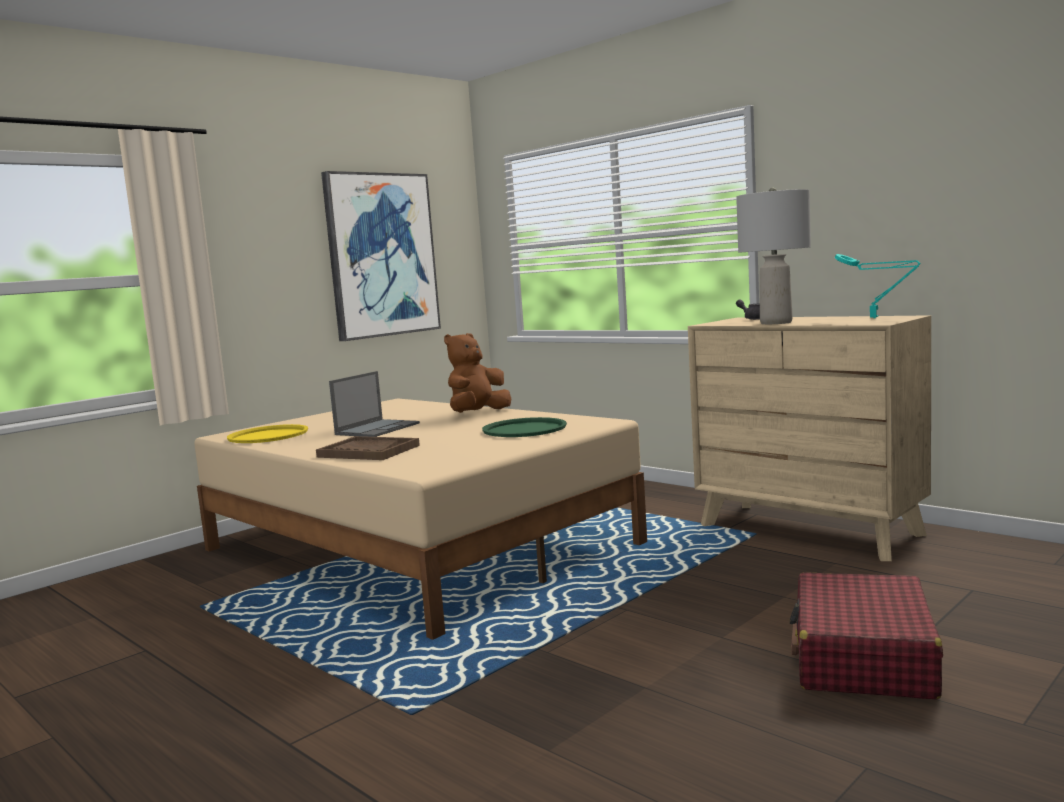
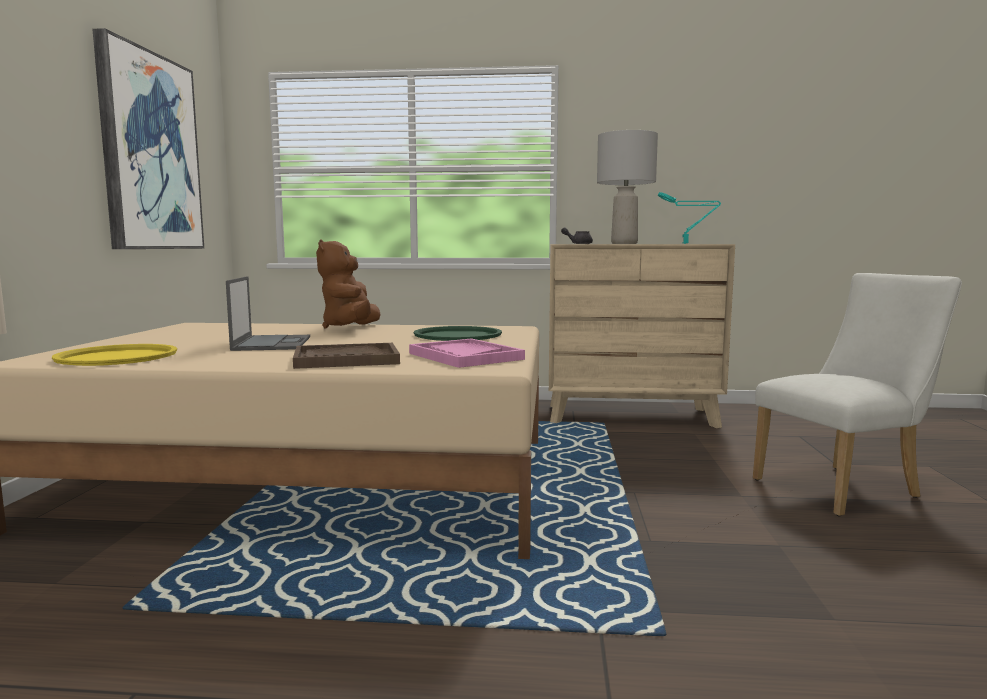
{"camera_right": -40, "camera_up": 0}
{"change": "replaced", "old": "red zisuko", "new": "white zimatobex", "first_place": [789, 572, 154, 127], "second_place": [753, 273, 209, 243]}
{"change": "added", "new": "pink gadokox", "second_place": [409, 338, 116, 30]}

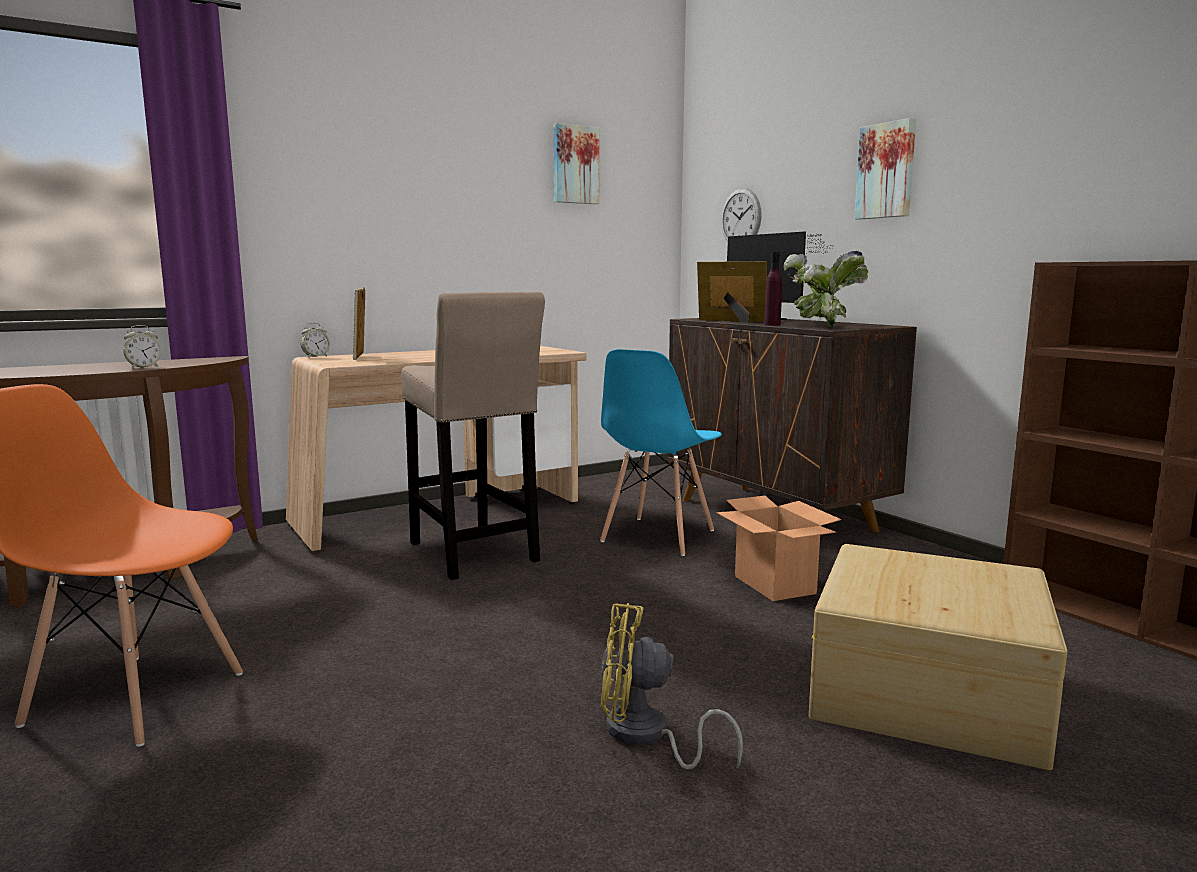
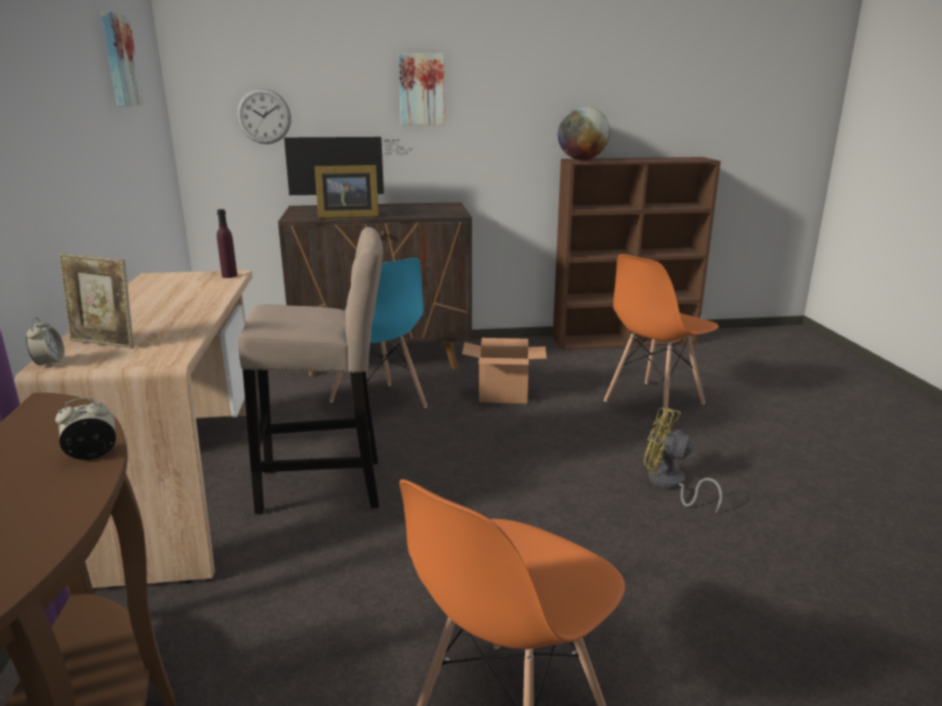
{"camera_right": -65, "camera_up": 10}
{"change": "removed", "old": "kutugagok", "first_place": [784, 251, 84, 76]}
{"change": "moved", "old": "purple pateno", "first_place": [764, 252, 18, 74], "second_place": [217, 209, 20, 69]}
{"change": "turned", "old": "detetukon", "first_place": [697, 261, 70, 61], "second_place": [315, 165, 64, 53], "degrees": -150}
{"change": "turned", "old": "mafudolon", "first_place": [124, 325, 38, 44], "second_place": [55, 398, 61, 62], "degrees": -105}
{"change": "replaced", "old": "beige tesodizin", "new": "orange zimatobex", "first_place": [809, 544, 259, 226], "second_place": [604, 254, 115, 160]}
{"change": "turned", "old": "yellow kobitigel", "first_place": [601, 603, 142, 167], "second_place": [644, 407, 78, 106], "degrees": 90}
{"change": "added", "new": "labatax", "second_place": [558, 106, 52, 54]}

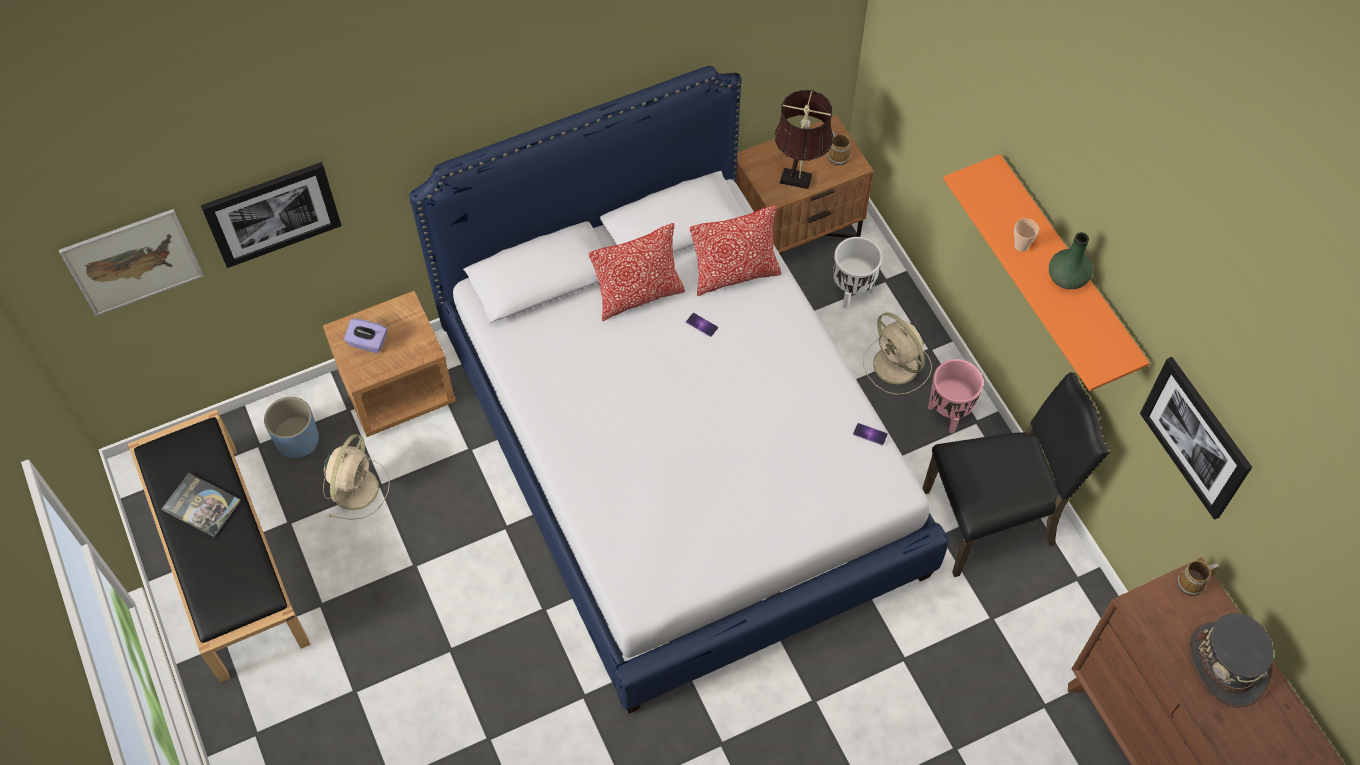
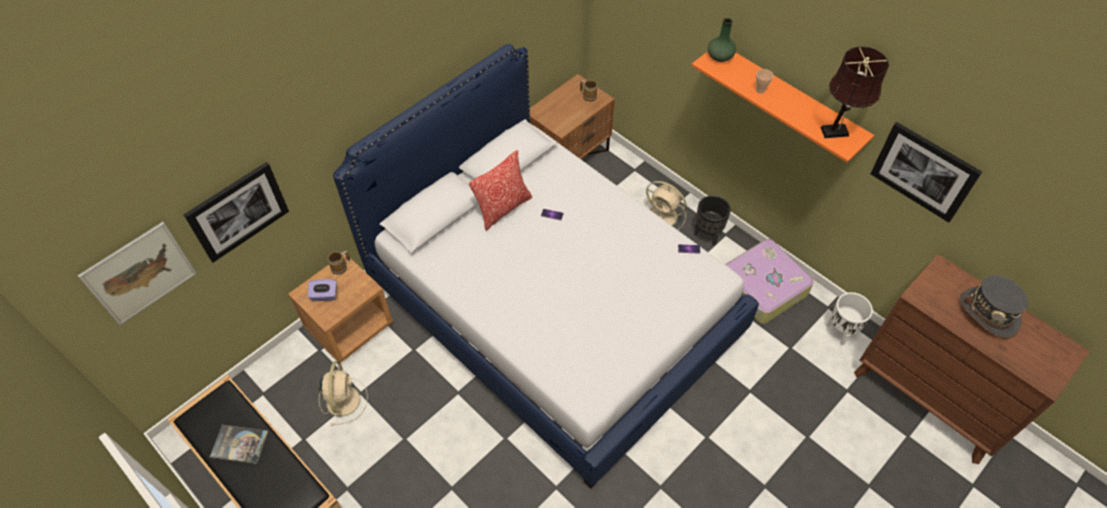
{"camera_right": -20, "camera_up": -5}
{"change": "moved", "old": "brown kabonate", "first_place": [775, 90, 58, 99], "second_place": [821, 46, 68, 92]}
{"change": "removed", "old": "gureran", "first_place": [690, 205, 92, 91]}
{"change": "moved", "old": "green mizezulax", "first_place": [1049, 232, 44, 58], "second_place": [708, 18, 28, 44]}
{"change": "moved", "old": "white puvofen", "first_place": [833, 237, 49, 72], "second_place": [826, 292, 47, 53]}
{"change": "recoloured", "old": "pink puvofen", "new": "black puvofen", "first_place": [928, 359, 55, 74], "second_place": [694, 196, 37, 50]}
{"change": "replaced", "old": "black zimatobex", "new": "zisuko", "first_place": [922, 372, 188, 205], "second_place": [725, 239, 89, 85]}
{"change": "removed", "old": "blue puvofen", "first_place": [264, 397, 55, 61]}
{"change": "moved", "old": "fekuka", "first_place": [1177, 560, 41, 36], "second_place": [328, 251, 22, 24]}

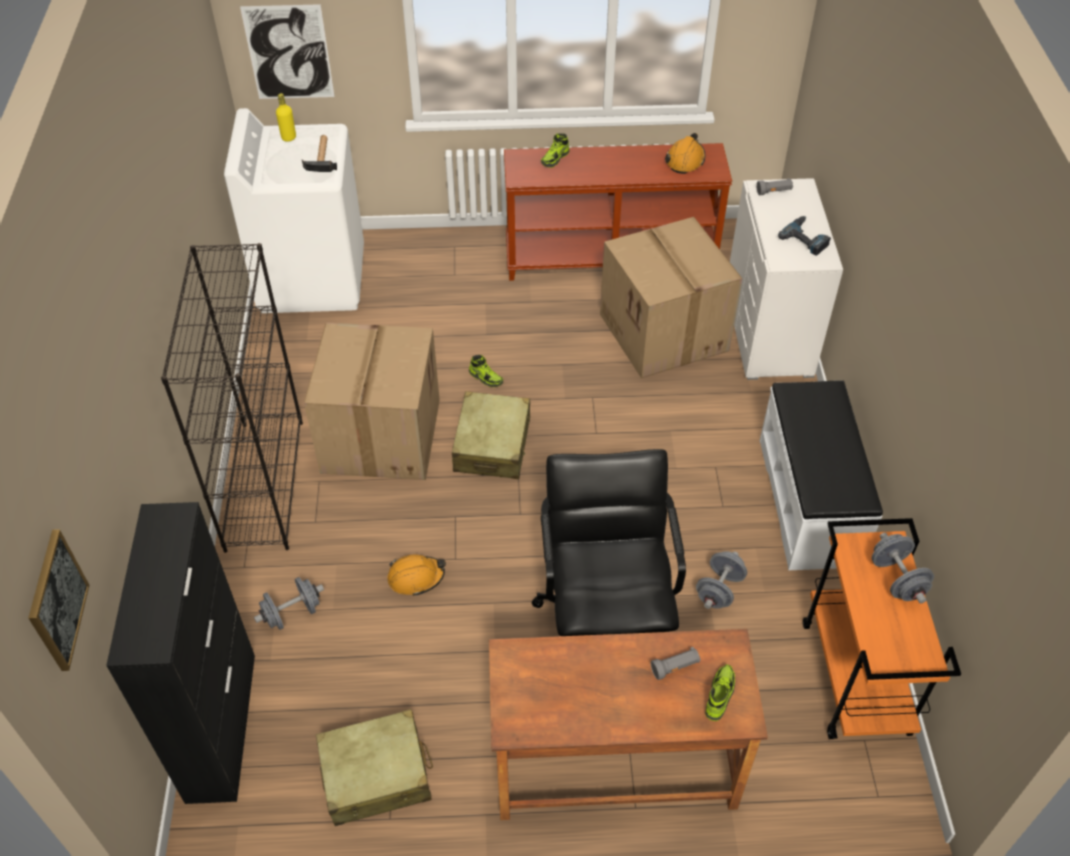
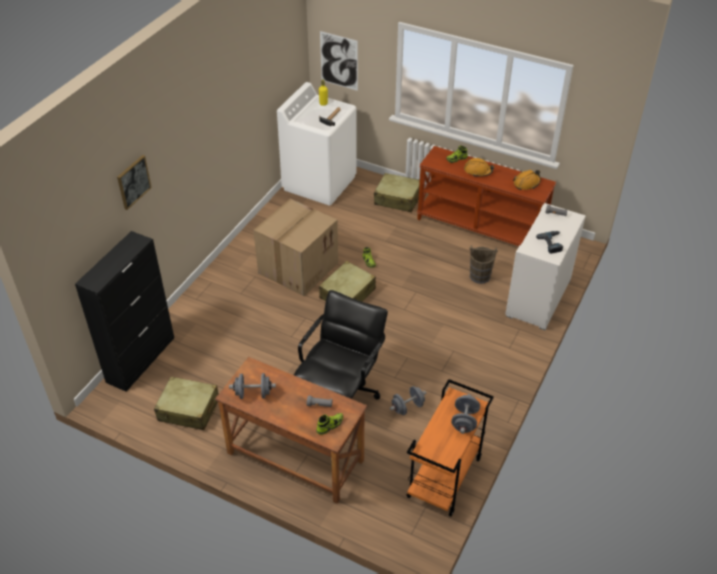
{"camera_right": 30, "camera_up": -5}
{"change": "replaced", "old": "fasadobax", "new": "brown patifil", "first_place": [600, 217, 142, 162], "second_place": [469, 245, 29, 39]}
{"change": "removed", "old": "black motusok", "first_place": [161, 243, 142, 310]}
{"change": "removed", "old": "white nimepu", "first_place": [760, 380, 123, 190]}
{"change": "moved", "old": "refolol", "first_place": [28, 529, 61, 142], "second_place": [117, 155, 35, 55]}
{"change": "moved", "old": "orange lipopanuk", "first_place": [387, 555, 59, 41], "second_place": [464, 158, 30, 19]}
{"change": "moved", "old": "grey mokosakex", "first_place": [254, 577, 70, 53], "second_place": [229, 373, 47, 26]}
{"change": "added", "new": "beige zisuko", "second_place": [374, 173, 46, 39]}

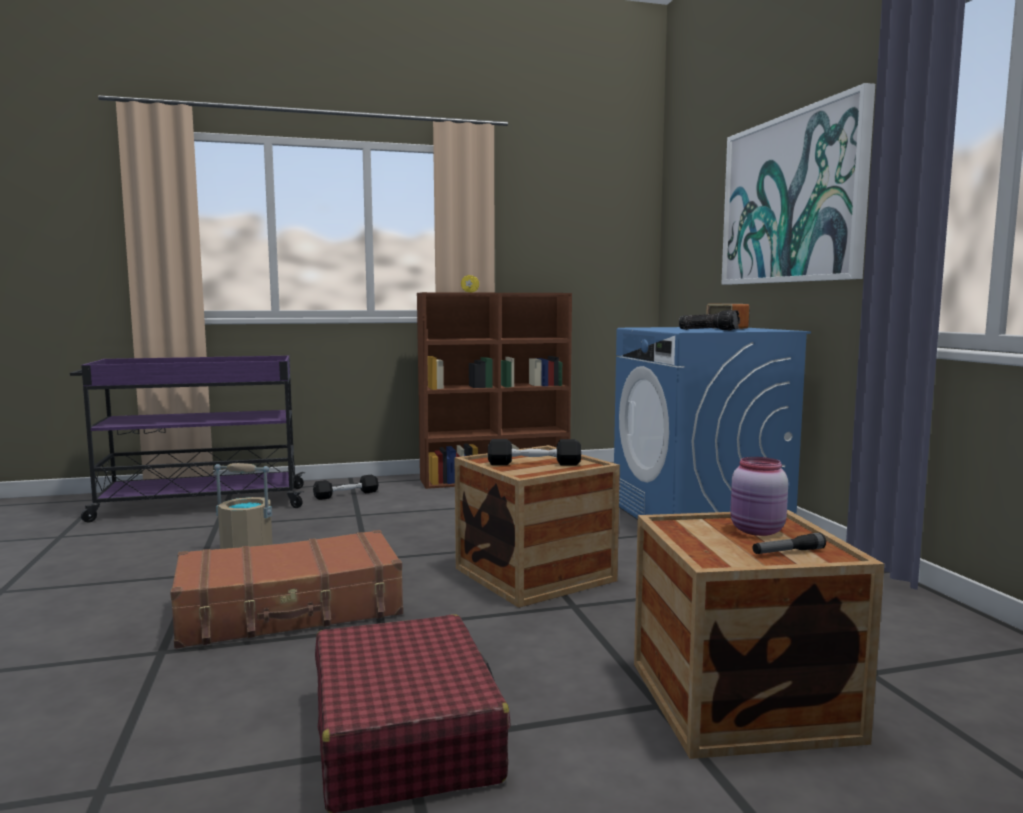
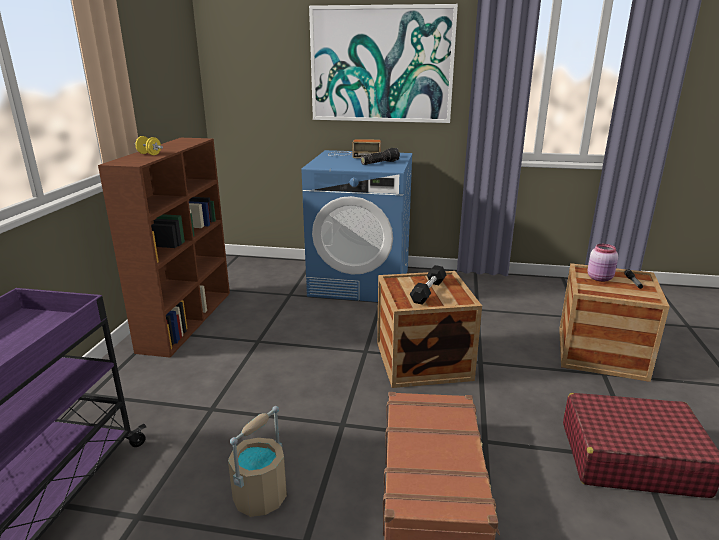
{"camera_right": -65, "camera_up": 15}
{"change": "removed", "old": "black mokosakex", "first_place": [313, 474, 66, 26]}

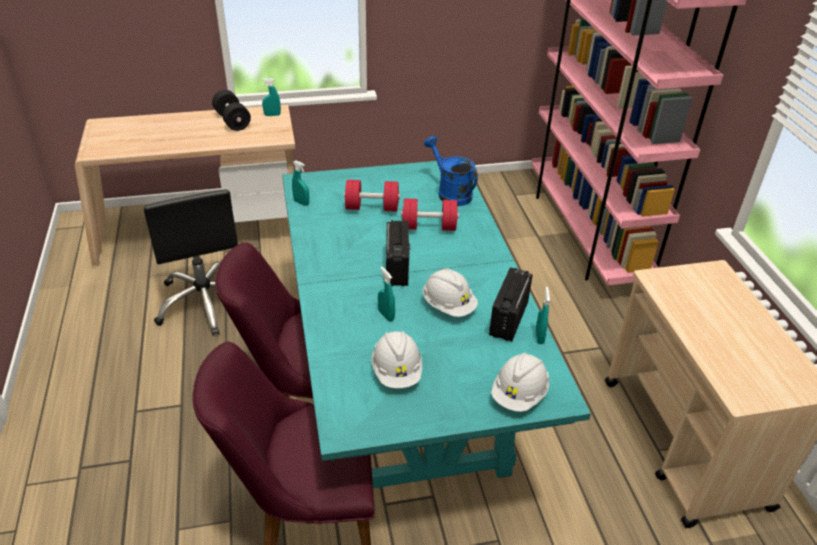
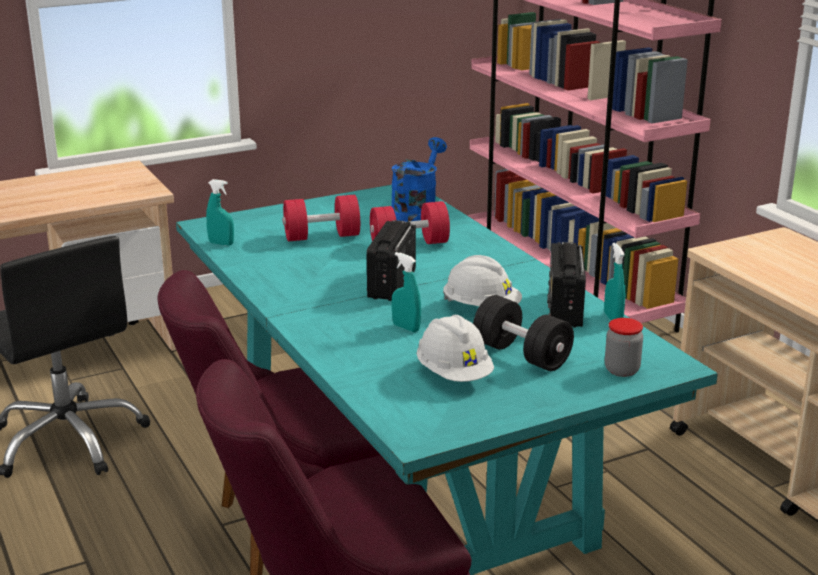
{"camera_right": -15, "camera_up": -15}
{"change": "removed", "old": "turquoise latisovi", "first_place": [262, 78, 19, 38]}
{"change": "moved", "old": "black mokosakex", "first_place": [212, 90, 39, 41], "second_place": [473, 295, 101, 76]}
{"change": "turned", "old": "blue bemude", "first_place": [424, 136, 54, 70], "second_place": [391, 137, 56, 85], "degrees": 75}
{"change": "turned", "old": "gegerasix", "first_place": [386, 220, 24, 66], "second_place": [367, 220, 49, 81], "degrees": -150}
{"change": "replaced", "old": "white lipopanuk", "new": "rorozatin", "first_place": [491, 353, 59, 59], "second_place": [605, 318, 38, 59]}

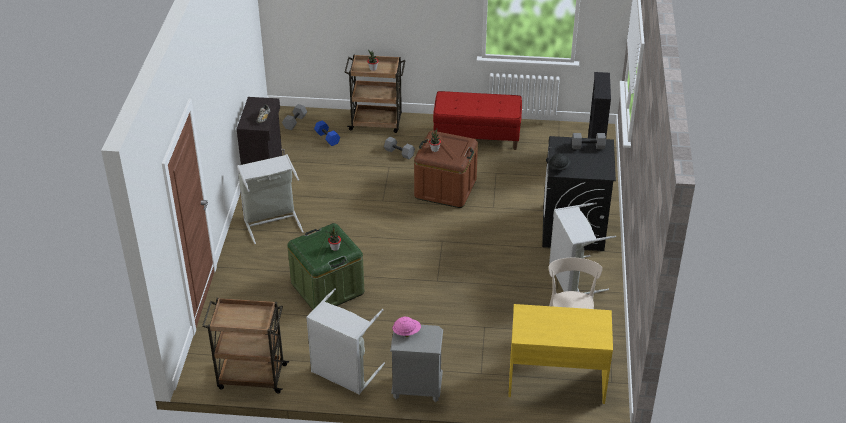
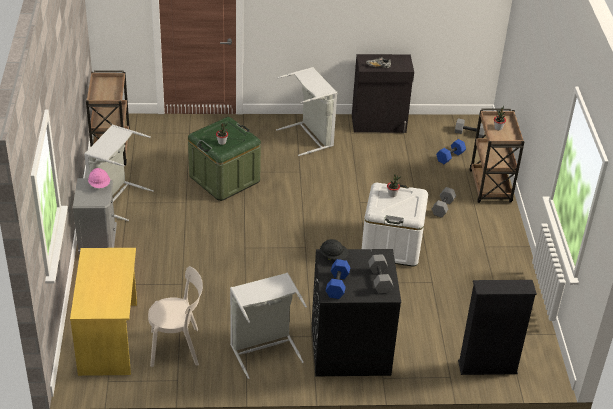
{"camera_right": 80, "camera_up": 0}
{"change": "removed", "old": "red nimepu", "first_place": [433, 91, 89, 59]}
{"change": "recoloured", "old": "brown tesodizin", "new": "white tesodizin", "first_place": [414, 131, 64, 77], "second_place": [362, 183, 66, 83]}
{"change": "added", "new": "blue mokosakex", "second_place": [325, 259, 26, 40]}

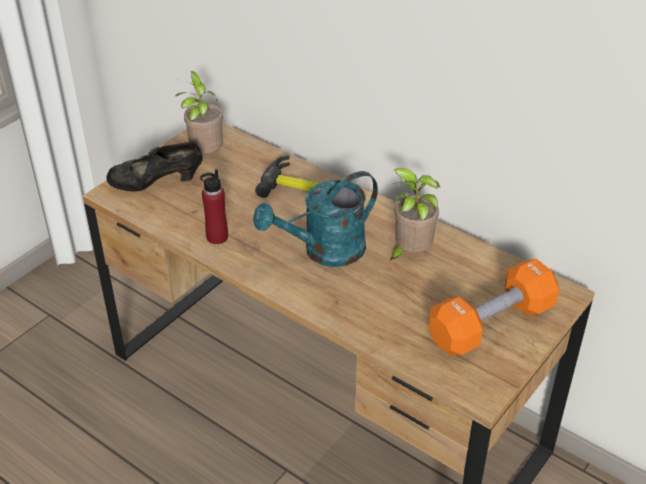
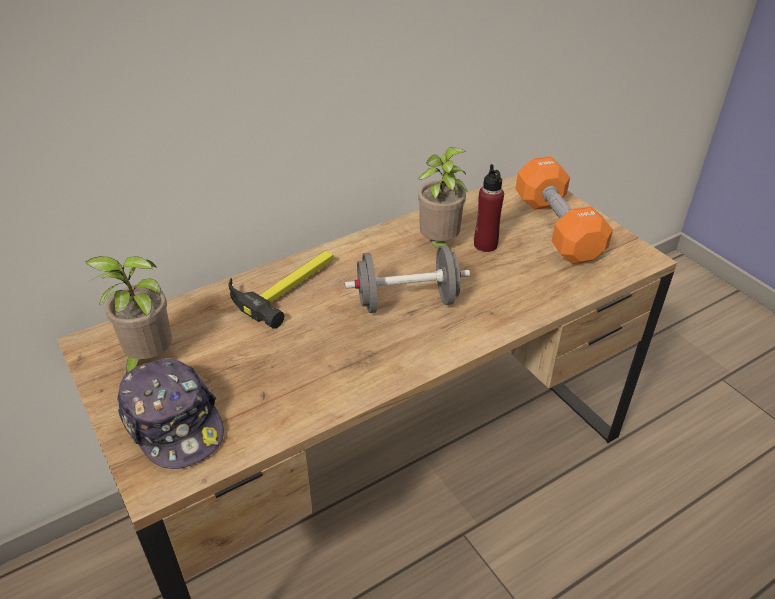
{"camera_right": -70, "camera_up": 0}
{"change": "replaced", "old": "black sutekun", "new": "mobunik", "first_place": [107, 142, 96, 49], "second_place": [118, 358, 106, 111]}
{"change": "moved", "old": "red pateno", "first_place": [200, 169, 28, 75], "second_place": [474, 164, 30, 88]}
{"change": "replaced", "old": "turquoise bemude", "new": "grey mokosakex", "first_place": [253, 171, 125, 96], "second_place": [345, 245, 125, 68]}

